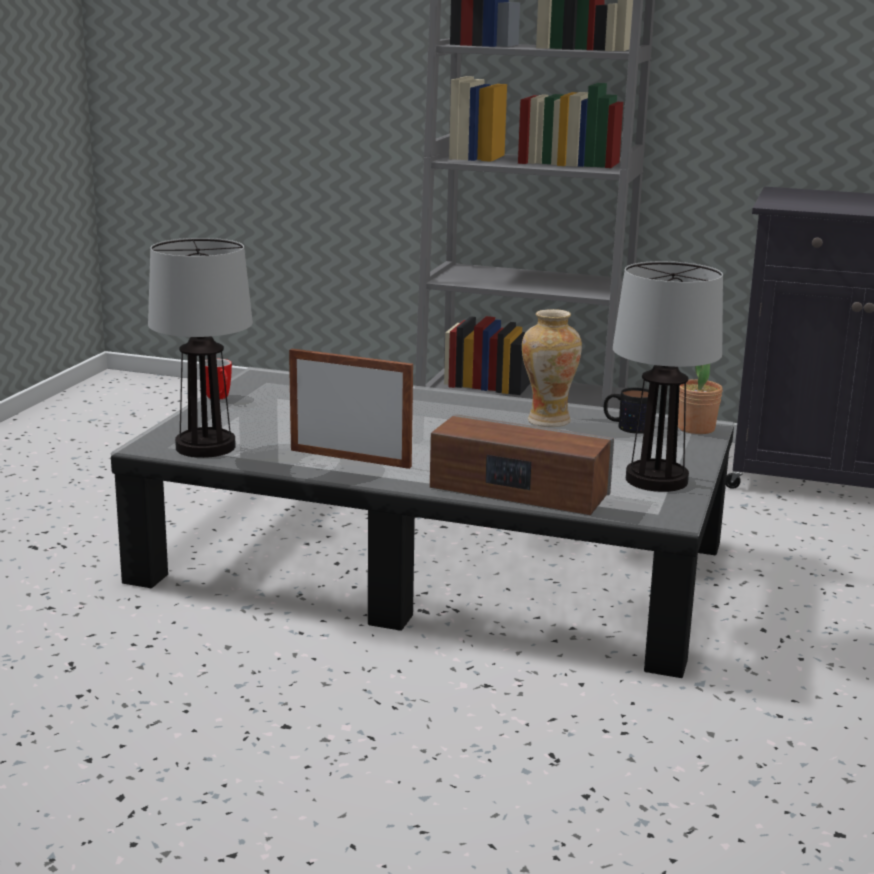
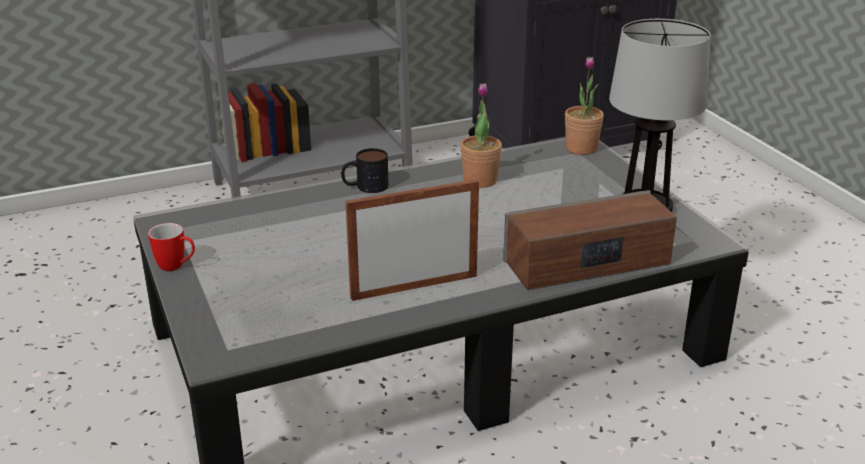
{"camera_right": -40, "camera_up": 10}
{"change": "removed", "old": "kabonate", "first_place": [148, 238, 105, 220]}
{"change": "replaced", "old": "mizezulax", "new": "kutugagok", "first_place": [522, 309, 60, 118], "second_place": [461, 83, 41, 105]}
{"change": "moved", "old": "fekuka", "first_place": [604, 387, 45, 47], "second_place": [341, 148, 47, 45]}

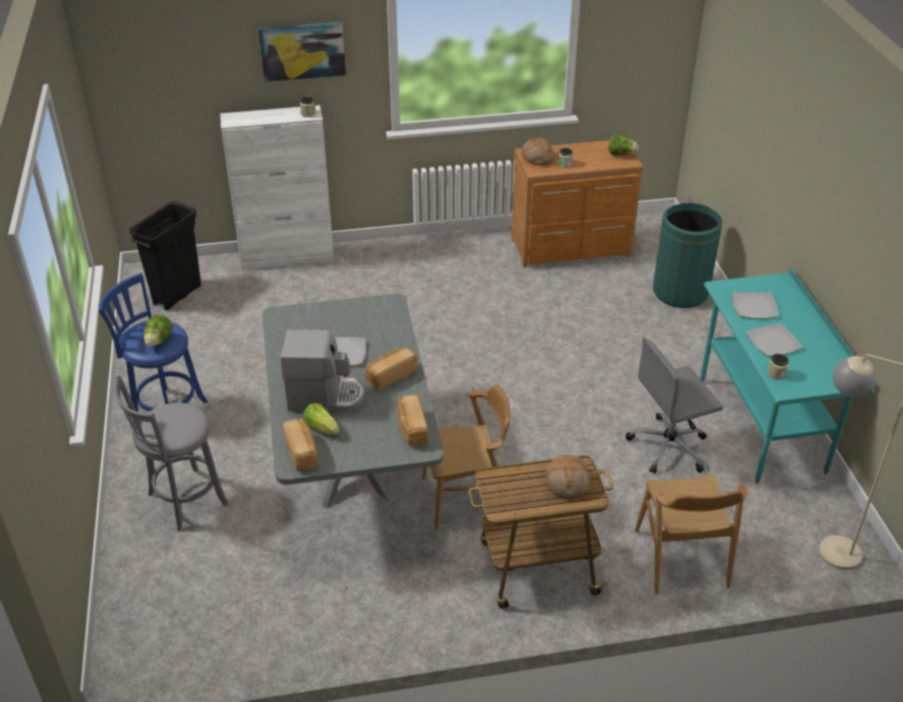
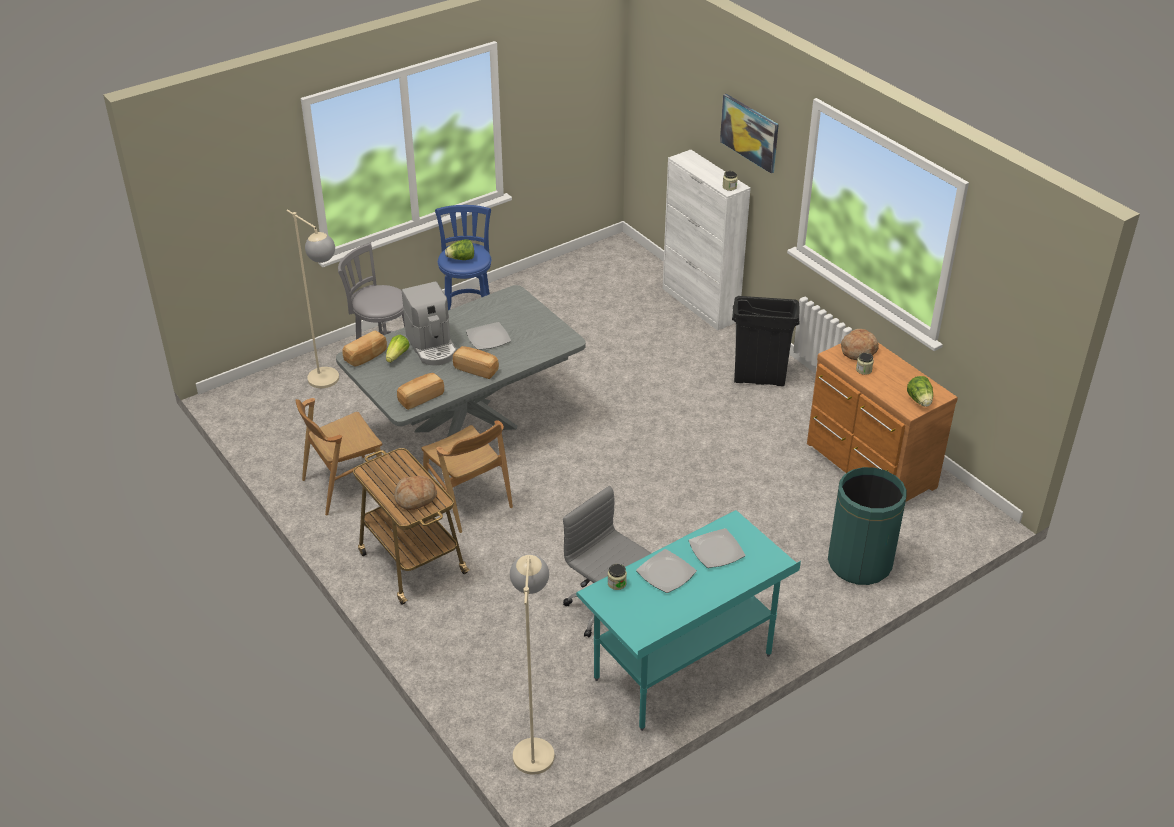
{"camera_right": 65, "camera_up": 0}
{"change": "moved", "old": "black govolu", "first_place": [129, 201, 72, 109], "second_place": [732, 296, 68, 90]}
{"change": "moved", "old": "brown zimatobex", "first_place": [635, 475, 113, 120], "second_place": [296, 398, 87, 117]}
{"change": "added", "new": "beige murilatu", "second_place": [286, 209, 53, 179]}

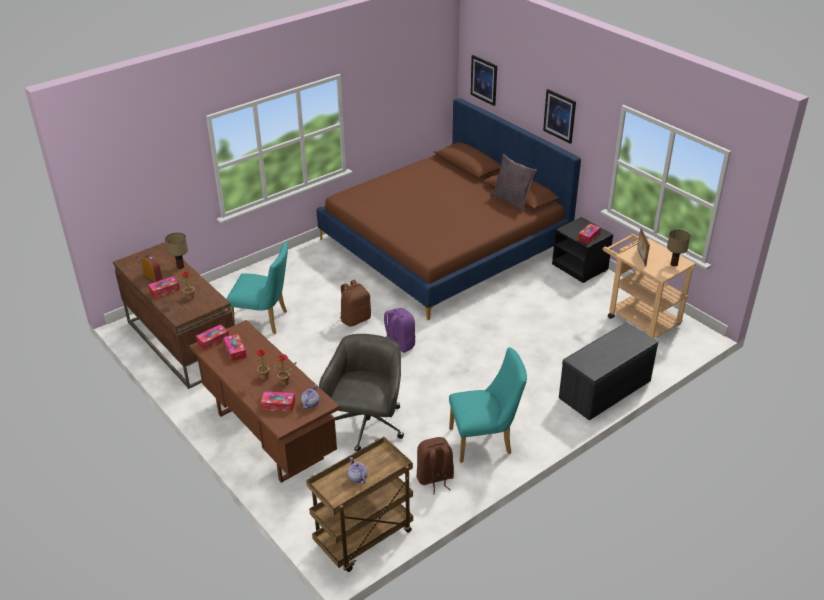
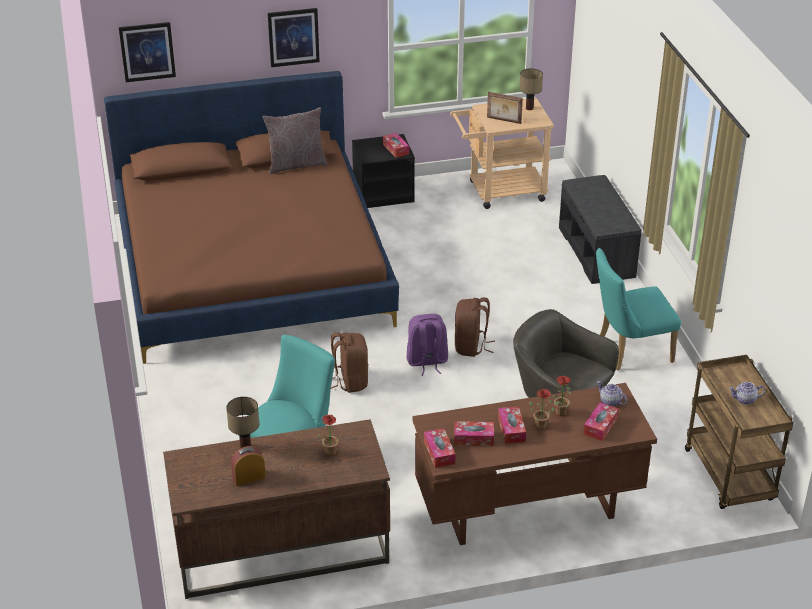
{"camera_right": -65, "camera_up": 0}
{"change": "moved", "old": "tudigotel", "first_place": [148, 276, 32, 23], "second_place": [498, 406, 28, 38]}
{"change": "turned", "old": "turquoise zimatobex", "first_place": [449, 347, 78, 116], "second_place": [596, 248, 85, 123], "degrees": -120}
{"change": "moved", "old": "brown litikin", "first_place": [417, 437, 37, 58], "second_place": [455, 297, 40, 60]}

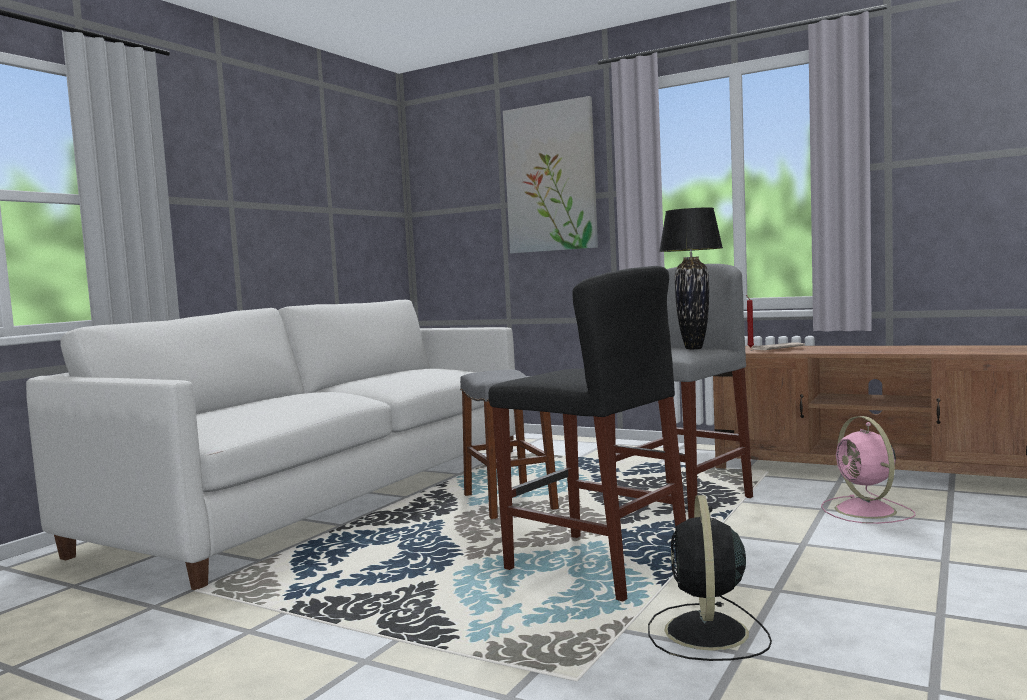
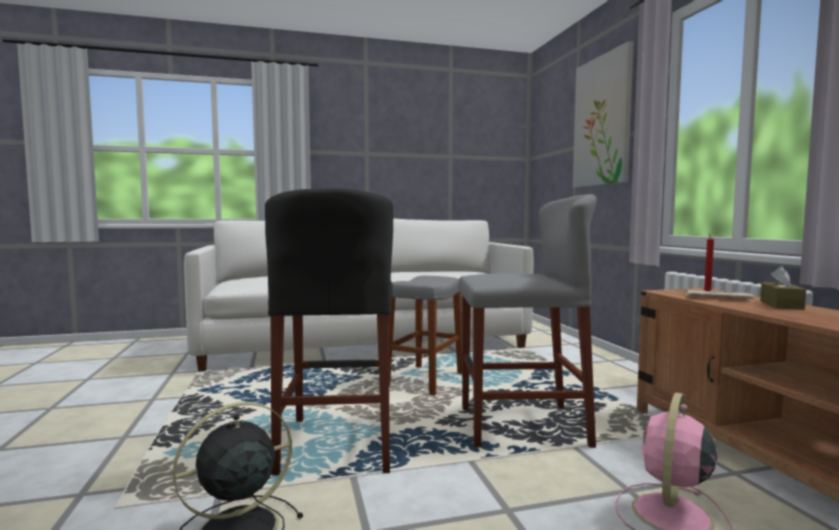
{"camera_right": 45, "camera_up": 0}
{"change": "removed", "old": "black kabonate", "first_place": [659, 207, 64, 142]}
{"change": "added", "new": "brown tudigotel", "second_place": [760, 266, 46, 44]}

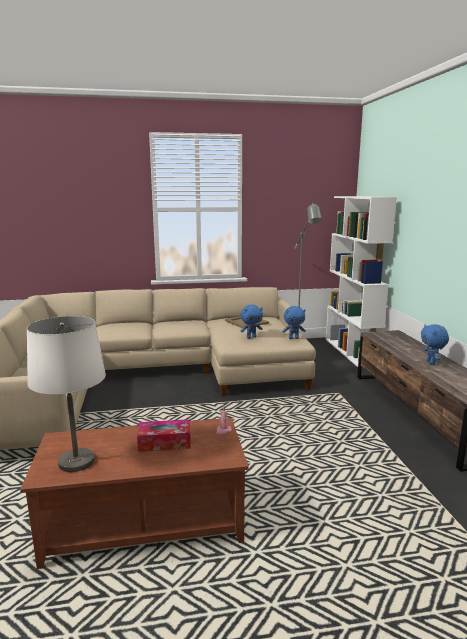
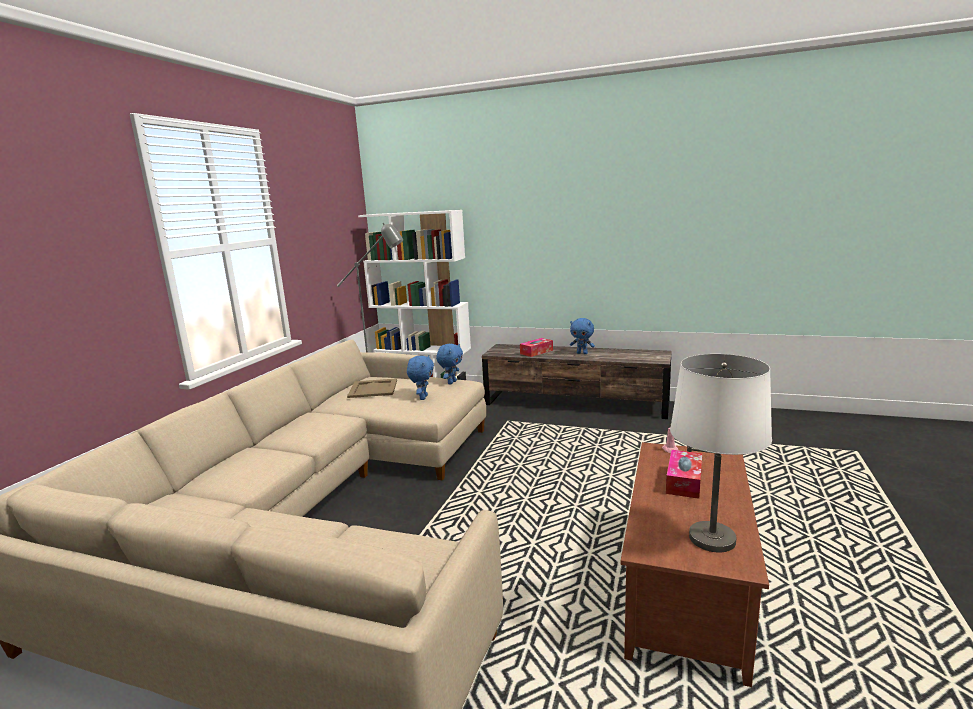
{"camera_right": -60, "camera_up": 0}
{"change": "added", "new": "tudigotel", "second_place": [520, 338, 33, 19]}

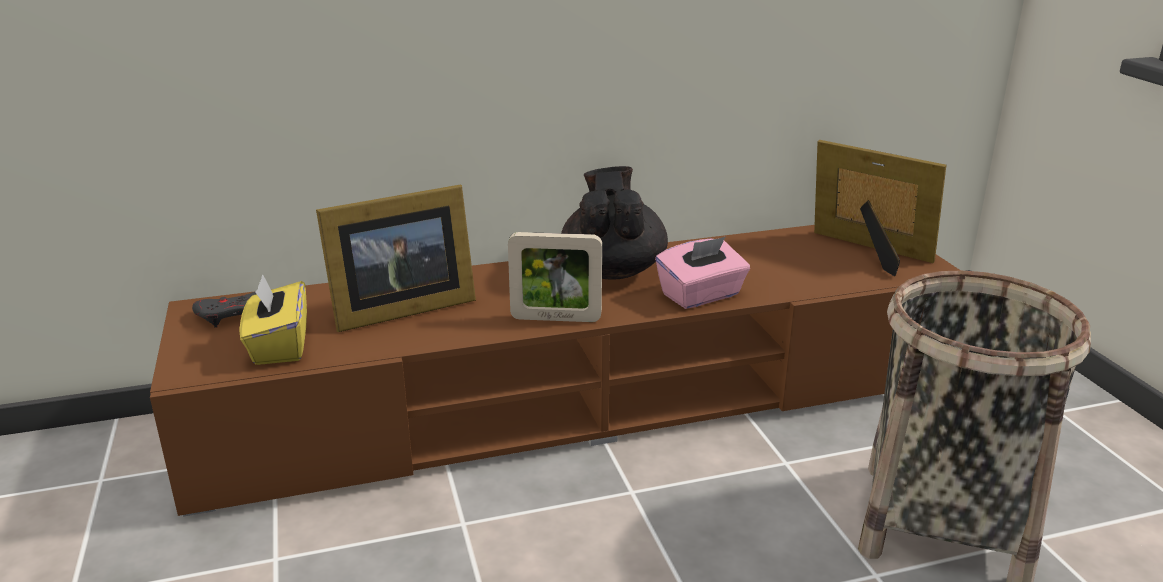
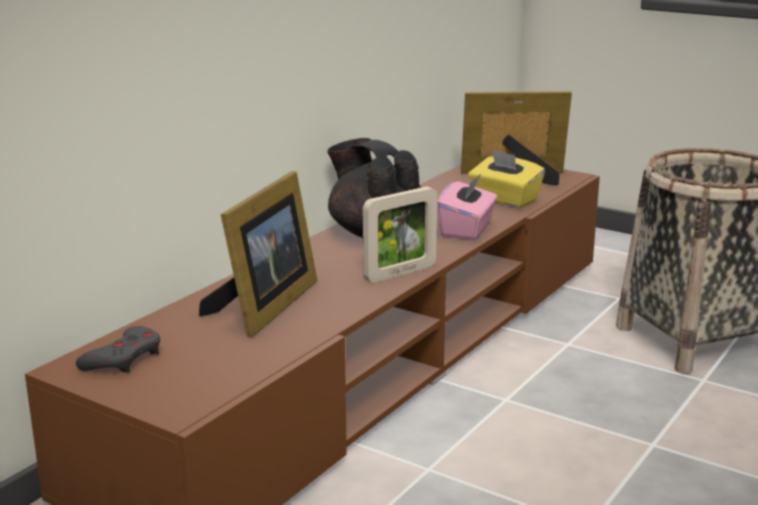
{"camera_right": -40, "camera_up": -5}
{"change": "moved", "old": "yellow tudigotel", "first_place": [239, 274, 68, 91], "second_place": [468, 149, 77, 59]}

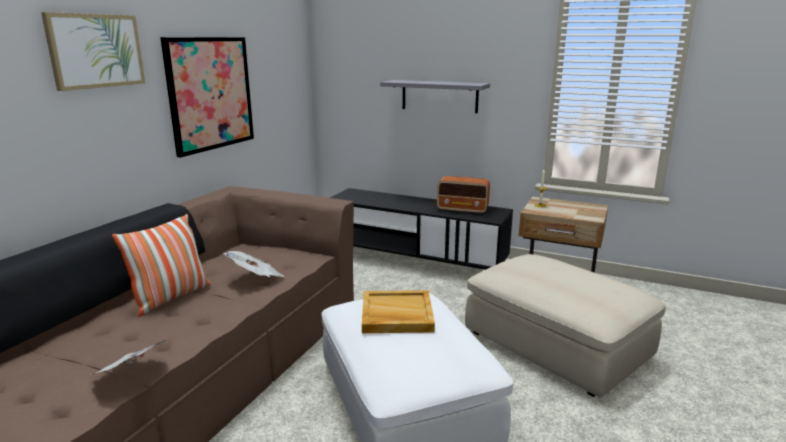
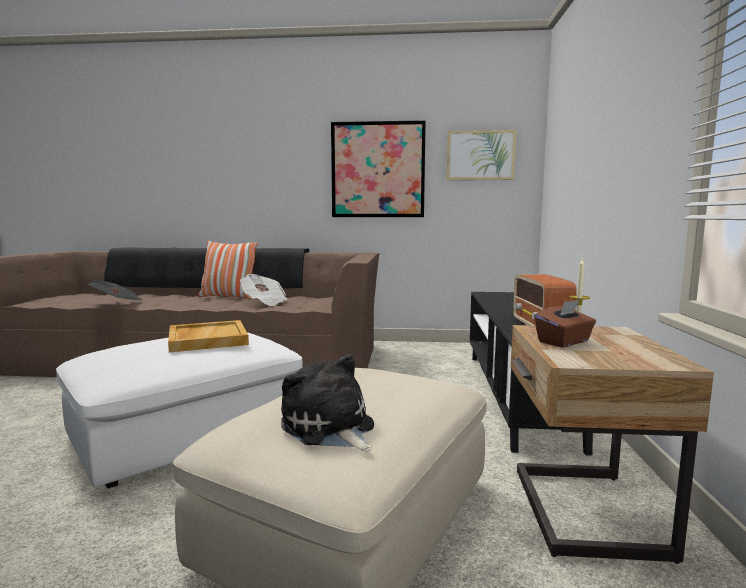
{"camera_right": 70, "camera_up": -10}
{"change": "moved", "old": "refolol", "first_place": [41, 12, 104, 79], "second_place": [446, 130, 70, 50]}
{"change": "removed", "old": "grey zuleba", "first_place": [380, 80, 110, 33]}
{"change": "added", "new": "brown tudigotel", "second_place": [534, 300, 62, 47]}
{"change": "added", "new": "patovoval", "second_place": [281, 354, 93, 97]}

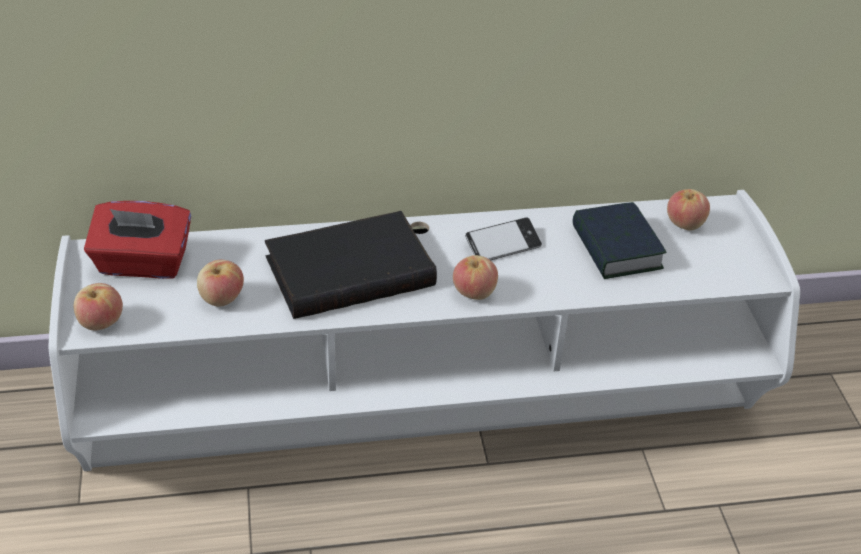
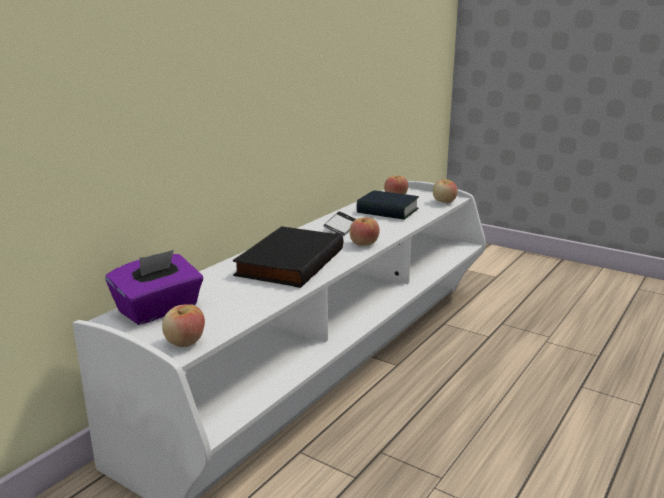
{"camera_right": -45, "camera_up": -20}
{"change": "recoloured", "old": "red tudigotel", "new": "purple tudigotel", "first_place": [84, 201, 107, 78], "second_place": [106, 250, 97, 75]}
{"change": "moved", "old": "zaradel", "first_place": [197, 260, 47, 47], "second_place": [433, 179, 25, 24]}

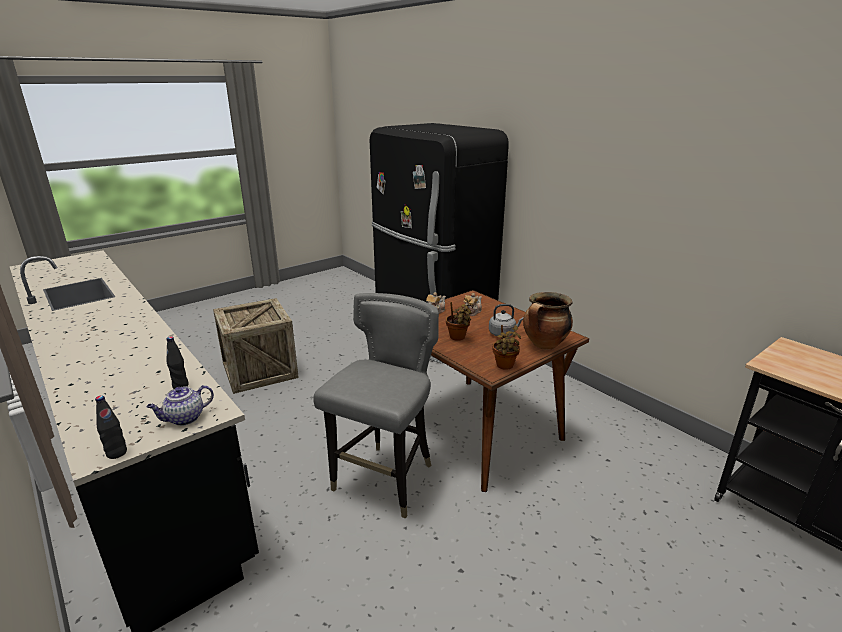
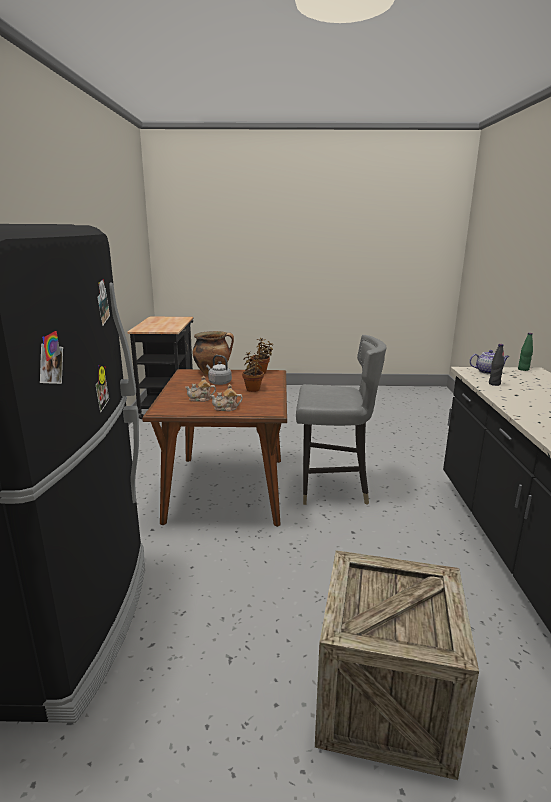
{"camera_right": -140, "camera_up": -5}
{"change": "turned", "old": "grey zimatobex", "first_place": [313, 293, 126, 226], "second_place": [296, 335, 91, 170], "degrees": -150}
{"change": "recoloured", "old": "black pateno", "new": "green pateno", "first_place": [95, 395, 32, 64], "second_place": [518, 333, 15, 38]}

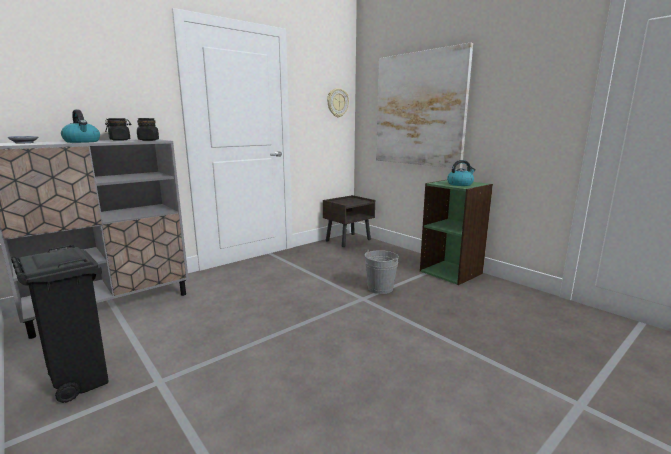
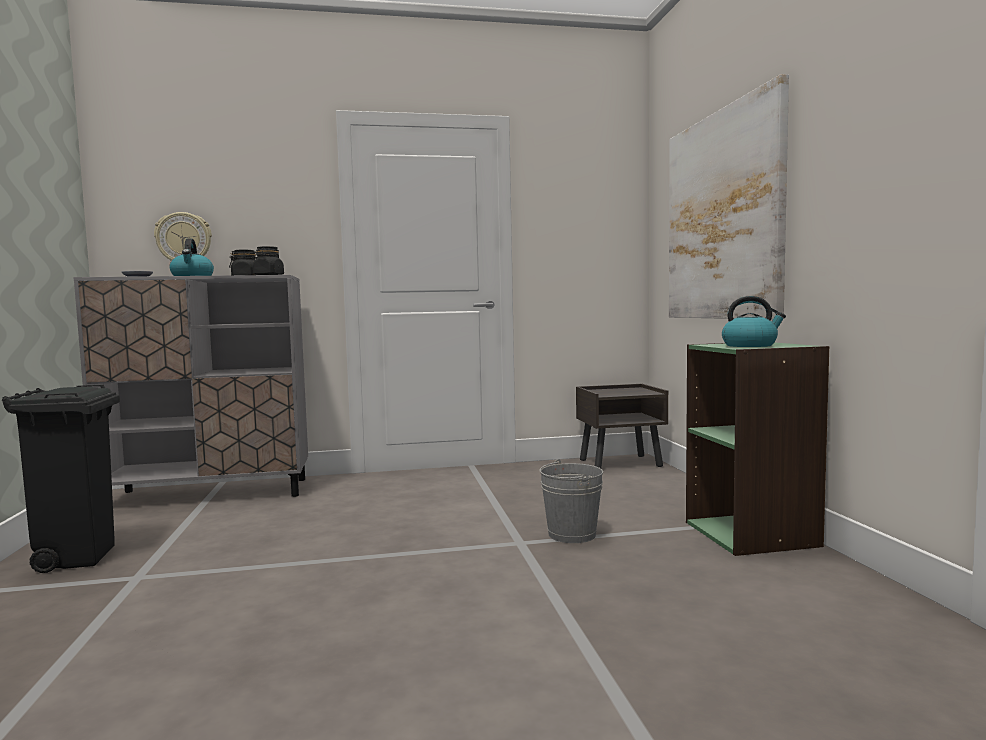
{"camera_right": 30, "camera_up": -10}
{"change": "moved", "old": "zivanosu", "first_place": [327, 88, 22, 30], "second_place": [154, 212, 58, 49]}

